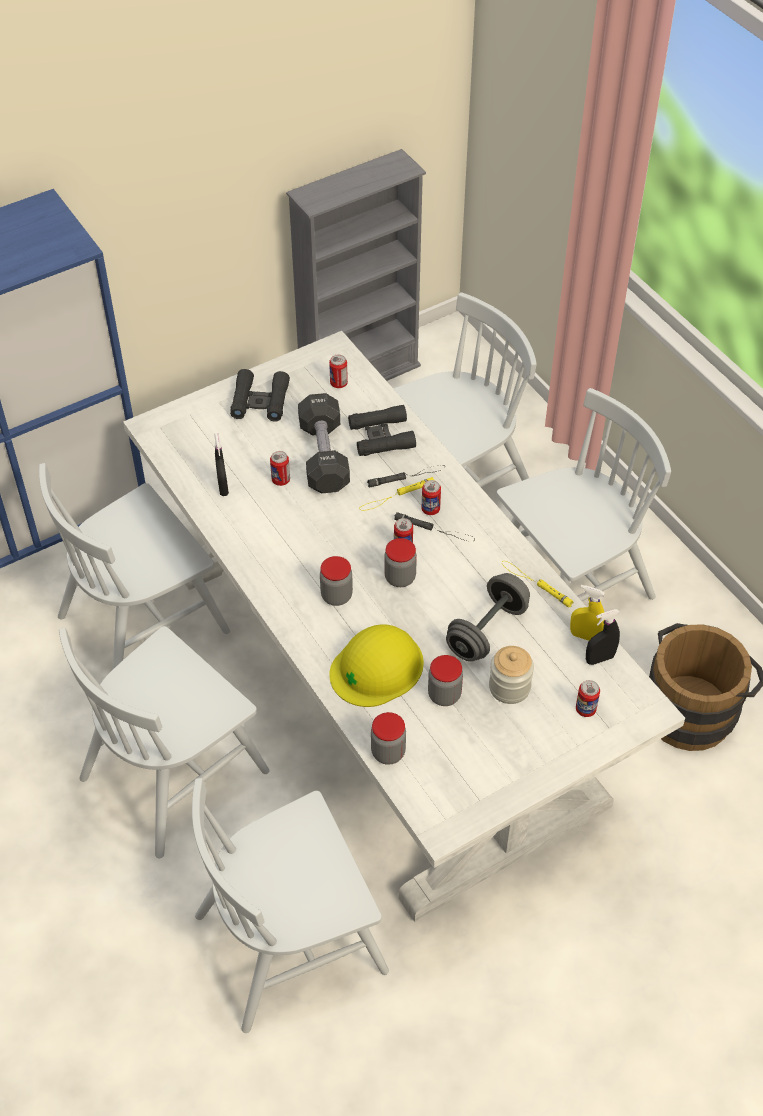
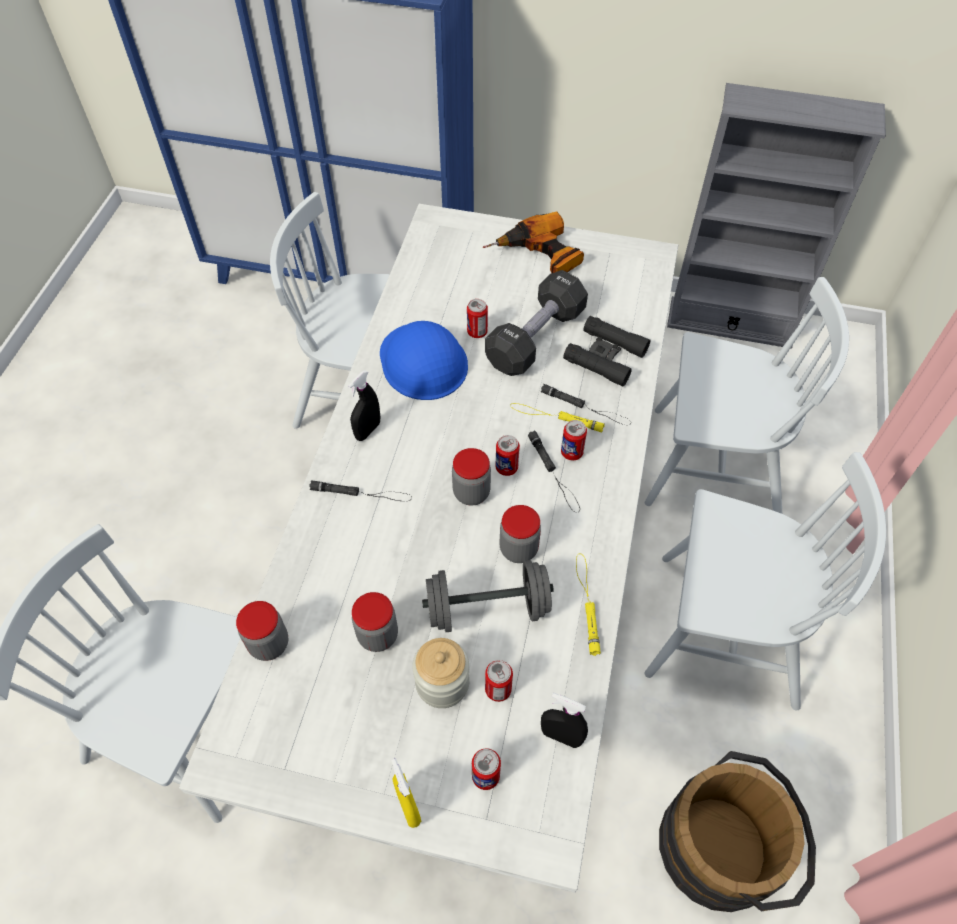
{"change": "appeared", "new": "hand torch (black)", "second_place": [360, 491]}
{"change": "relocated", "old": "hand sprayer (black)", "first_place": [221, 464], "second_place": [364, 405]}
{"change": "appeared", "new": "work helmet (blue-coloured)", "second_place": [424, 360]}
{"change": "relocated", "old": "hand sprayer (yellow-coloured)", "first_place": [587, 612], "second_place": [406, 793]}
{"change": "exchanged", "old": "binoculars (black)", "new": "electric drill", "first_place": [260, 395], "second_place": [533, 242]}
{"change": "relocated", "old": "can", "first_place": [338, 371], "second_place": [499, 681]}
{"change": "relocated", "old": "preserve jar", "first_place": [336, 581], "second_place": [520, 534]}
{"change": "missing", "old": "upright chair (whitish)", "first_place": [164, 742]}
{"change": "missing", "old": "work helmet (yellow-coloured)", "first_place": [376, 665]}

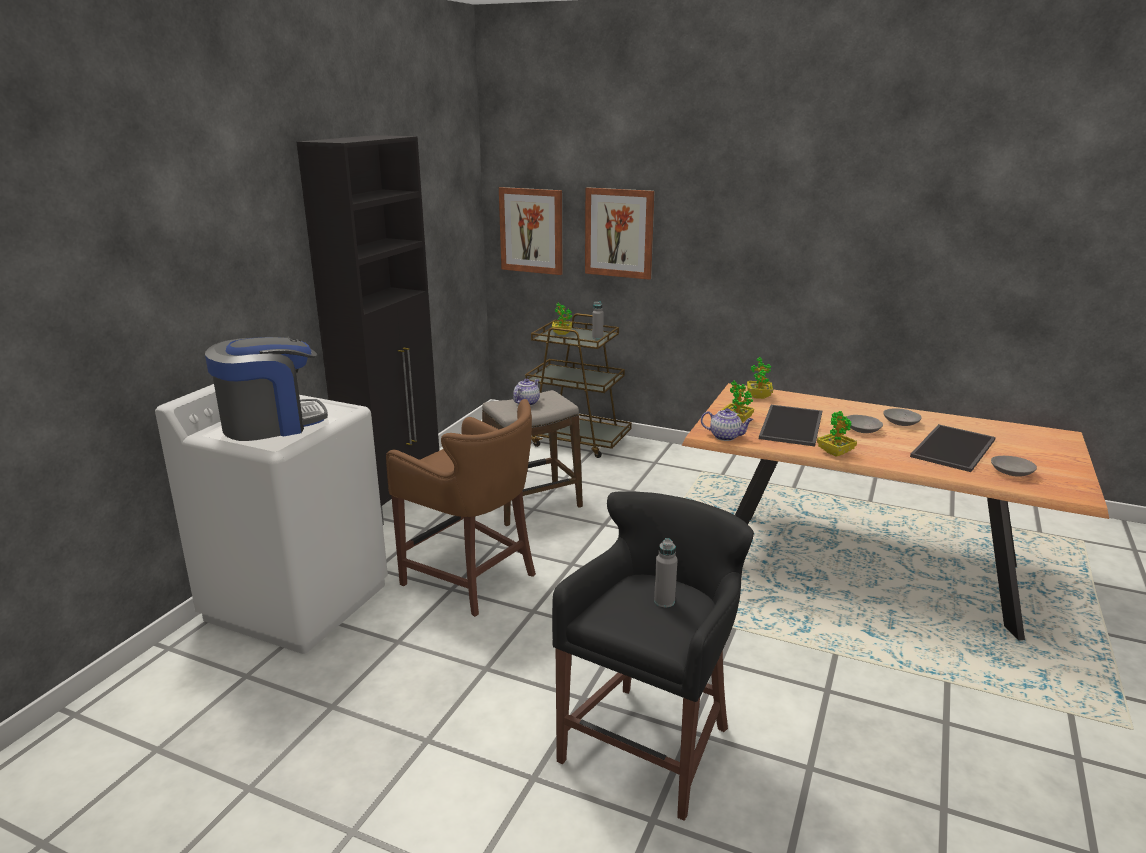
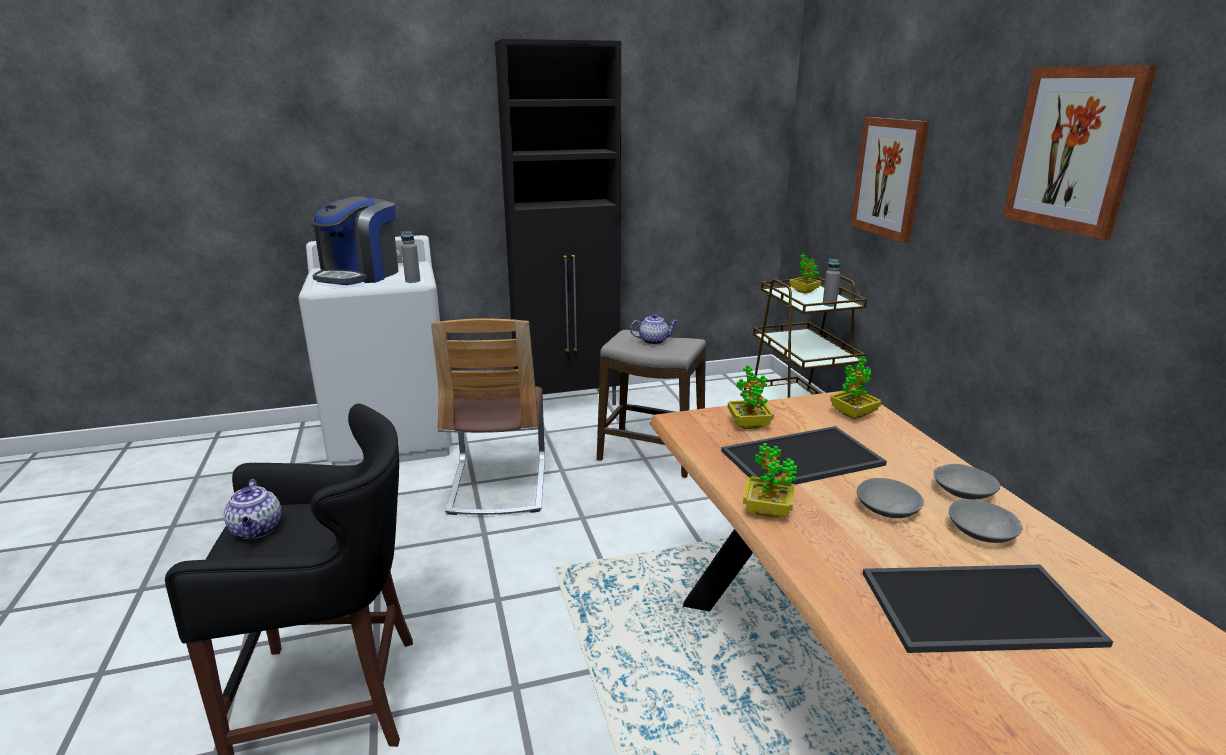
{"change": "relocated", "old": "pot for tea", "first_place": [727, 424], "second_place": [252, 509]}
{"change": "spun", "old": "coffee maker", "first_place": [266, 388], "second_place": [353, 240], "degrees": 90}
{"change": "relocated", "old": "bottle (grey)", "first_place": [666, 572], "second_place": [410, 257]}
{"change": "exchanged", "old": "sitting stool (brownish)", "new": "upright chair", "first_place": [461, 508], "second_place": [488, 416]}
{"change": "relocated", "old": "deep dish (grey)", "first_place": [1014, 466], "second_place": [967, 482]}
{"change": "relocated", "old": "wall picture", "first_place": [531, 231], "second_place": [1080, 152]}

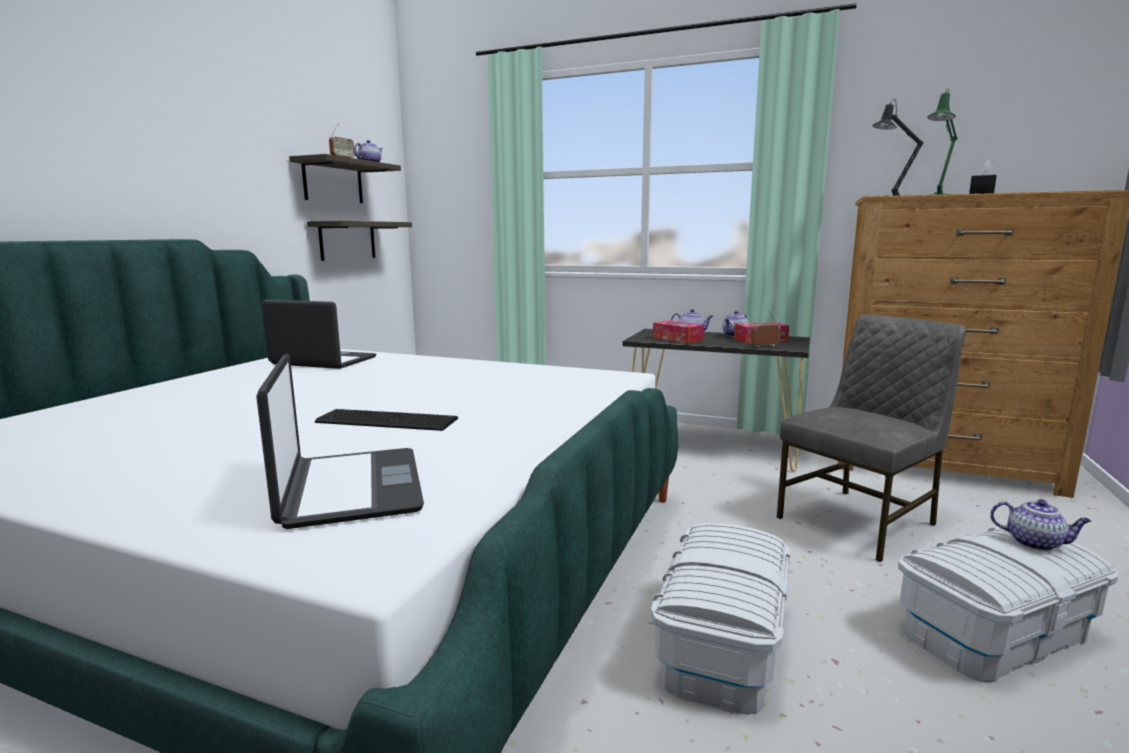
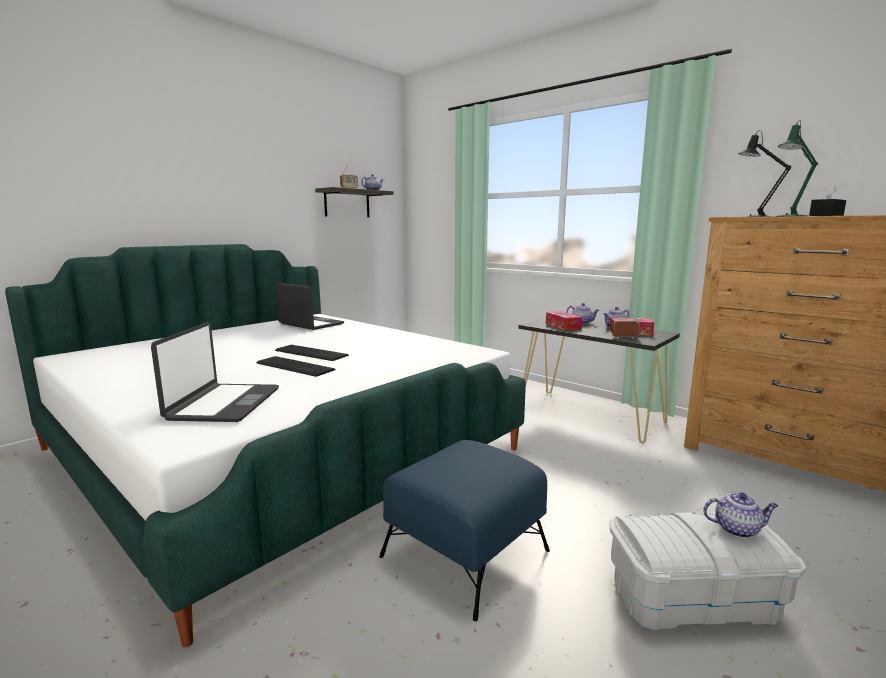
{"change": "appeared", "new": "PC keyboard", "second_place": [312, 353]}
{"change": "exchanged", "old": "storage container (whitish)", "new": "footrest (blue-coloured)", "first_place": [720, 618], "second_place": [464, 530]}
{"change": "spun", "old": "pot for tea", "first_place": [1040, 525], "second_place": [740, 515], "degrees": -45}
{"change": "missing", "old": "shelf", "first_place": [359, 241]}
{"change": "missing", "old": "upright chair (grey)", "first_place": [871, 438]}

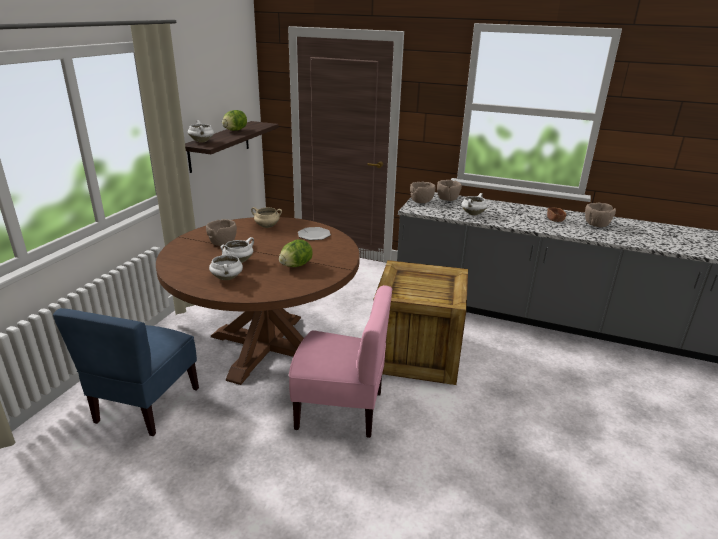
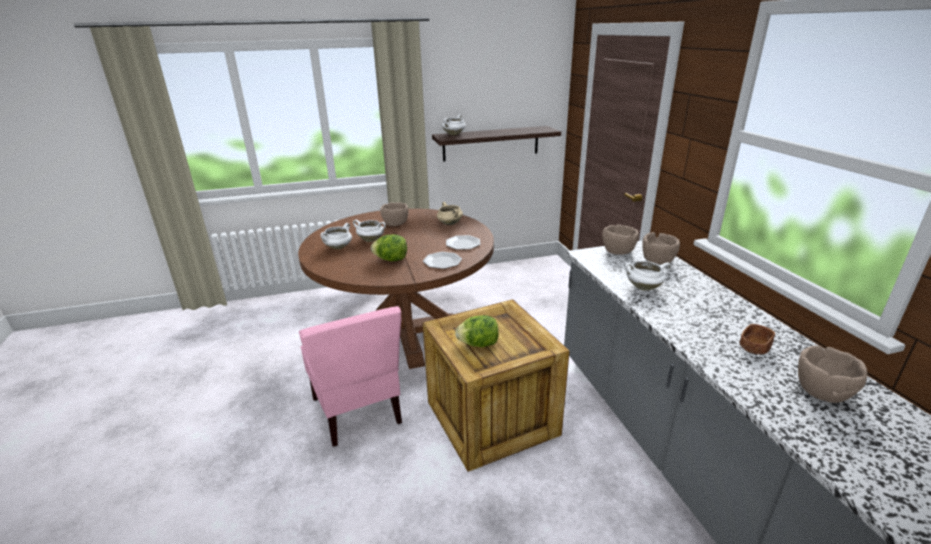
{"change": "appeared", "new": "plate", "second_place": [442, 260]}
{"change": "relocated", "old": "head of lettuce", "first_place": [234, 120], "second_place": [477, 331]}
{"change": "missing", "old": "upright chair (blue-coloured)", "first_place": [126, 372]}

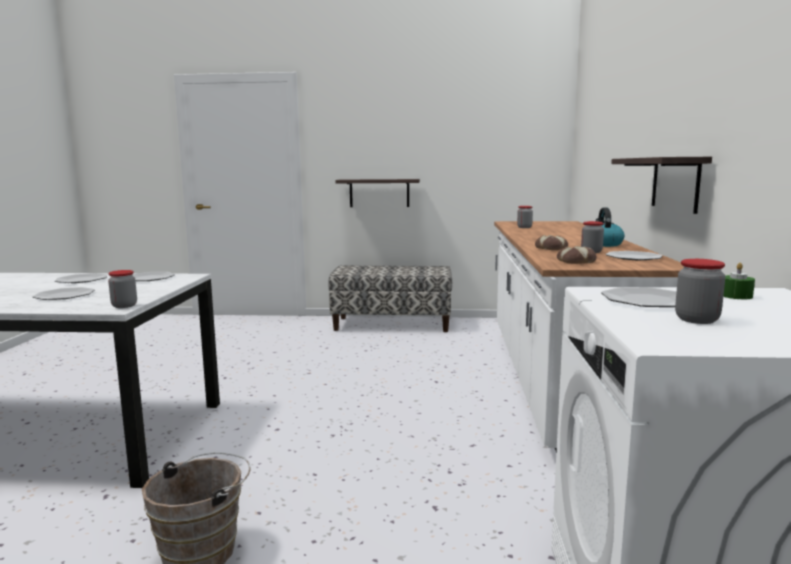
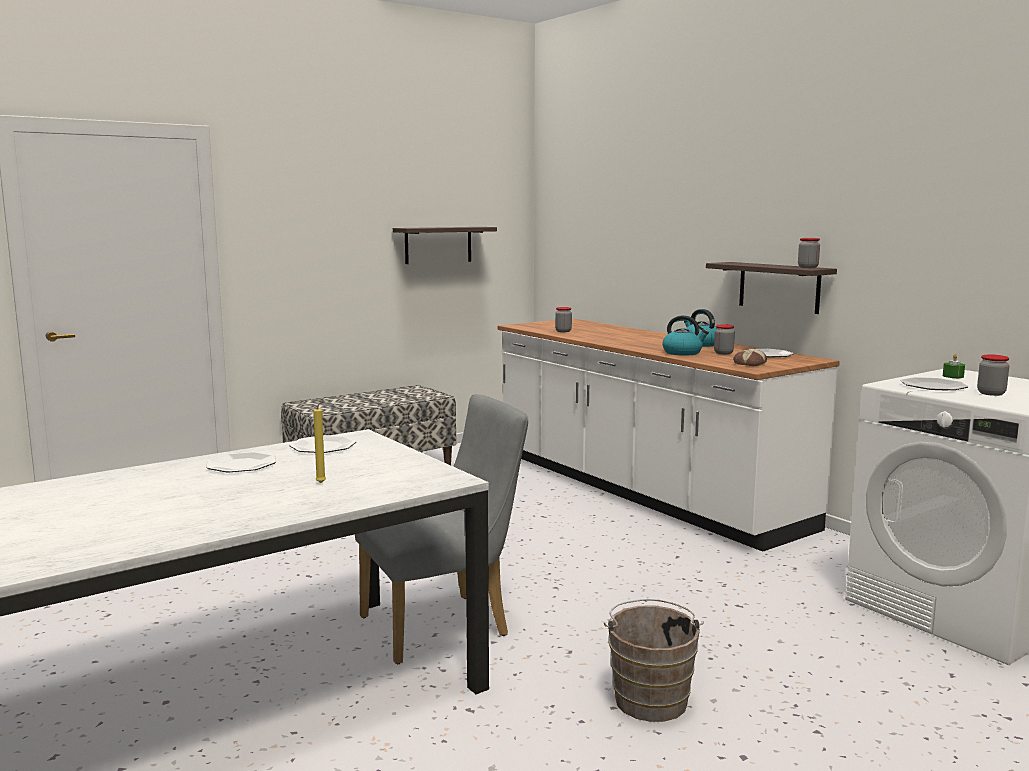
{"change": "exchanged", "old": "plate", "new": "wax light (yellow-coloured)", "first_place": [63, 293], "second_place": [319, 441]}
{"change": "appeared", "new": "upright chair (grey)", "second_place": [441, 529]}
{"change": "relocated", "old": "shelf", "first_place": [377, 193], "second_place": [445, 245]}
{"change": "exchanged", "old": "bakery bread", "new": "tea kettle", "first_place": [551, 242], "second_place": [685, 335]}
{"change": "relocated", "old": "preserve jar", "first_place": [122, 289], "second_place": [809, 253]}

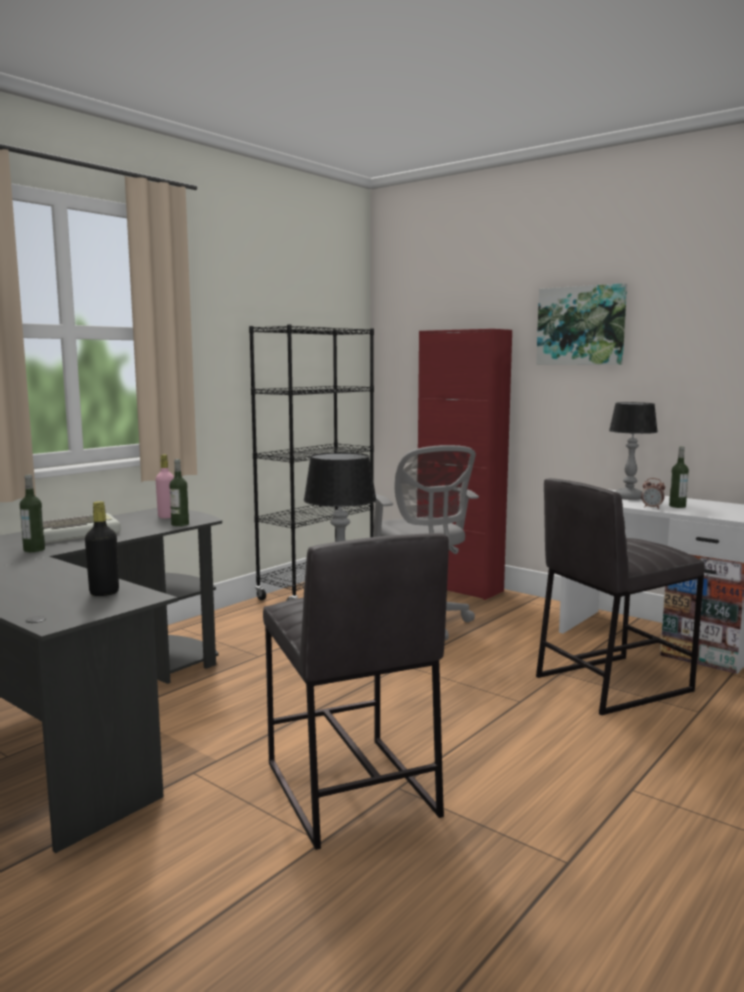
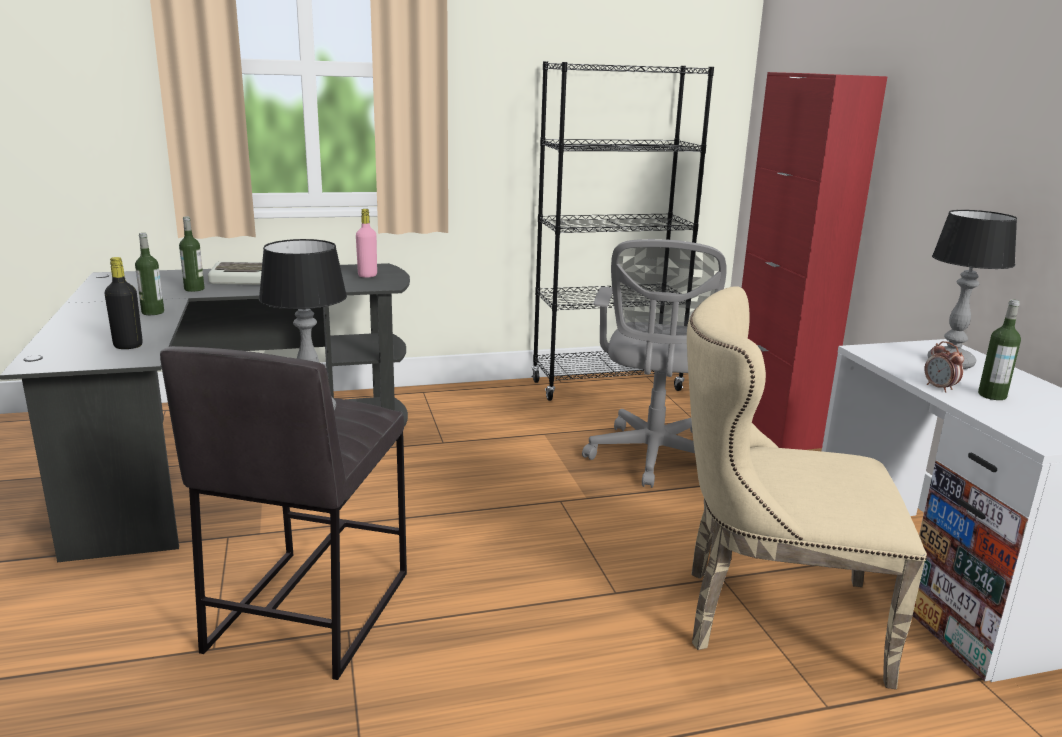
{"change": "relocated", "old": "bottle", "first_place": [179, 492], "second_place": [149, 274]}
{"change": "exchanged", "old": "sitting stool (grey)", "new": "upright chair (beige)", "first_place": [620, 596], "second_place": [807, 487]}
{"change": "missing", "old": "wall picture", "first_place": [581, 324]}

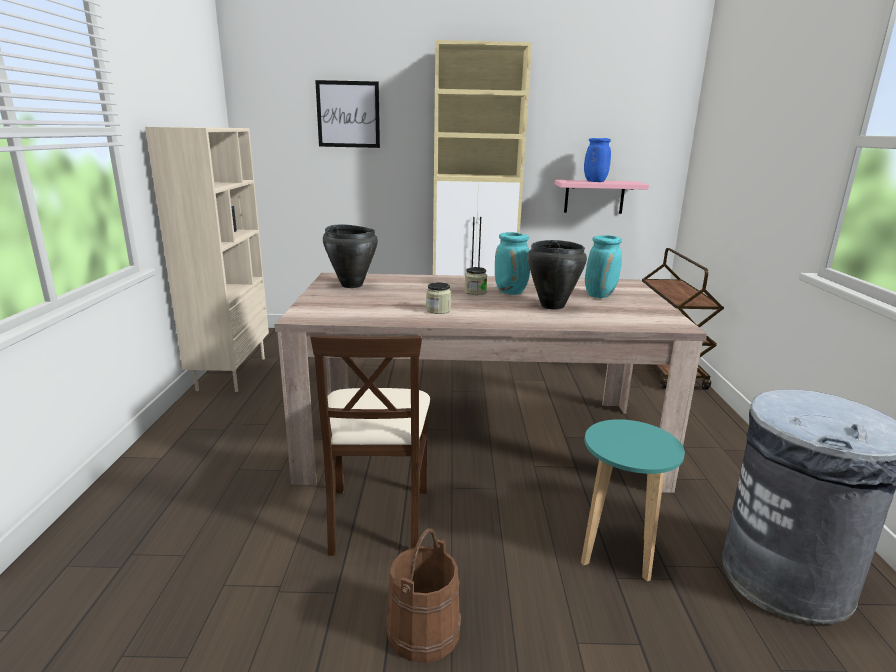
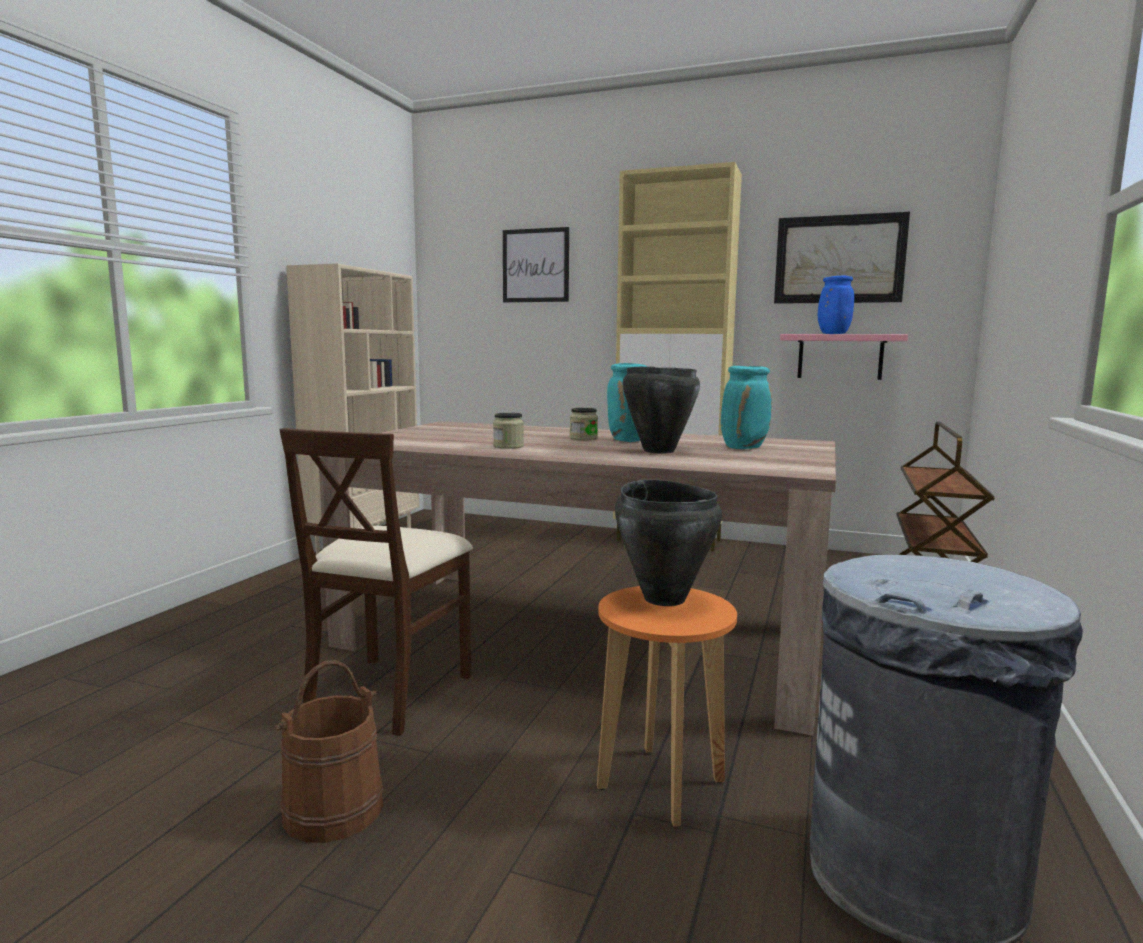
{"change": "colour", "old": "sitting stool (blue-green)", "new": "sitting stool (orange)", "first_place": [633, 500], "second_place": [667, 706]}
{"change": "relocated", "old": "cooking pot (black)", "first_place": [350, 256], "second_place": [668, 543]}
{"change": "appeared", "new": "wall picture", "second_place": [842, 258]}

